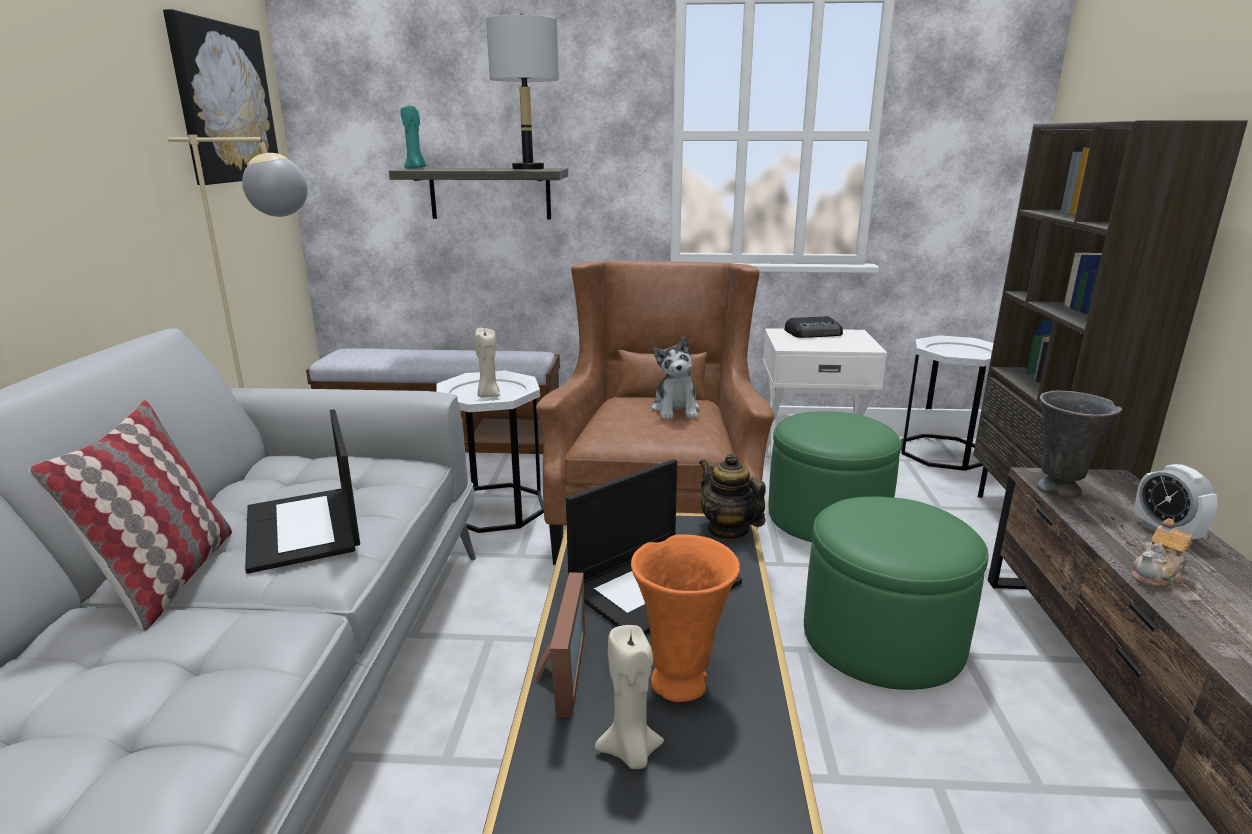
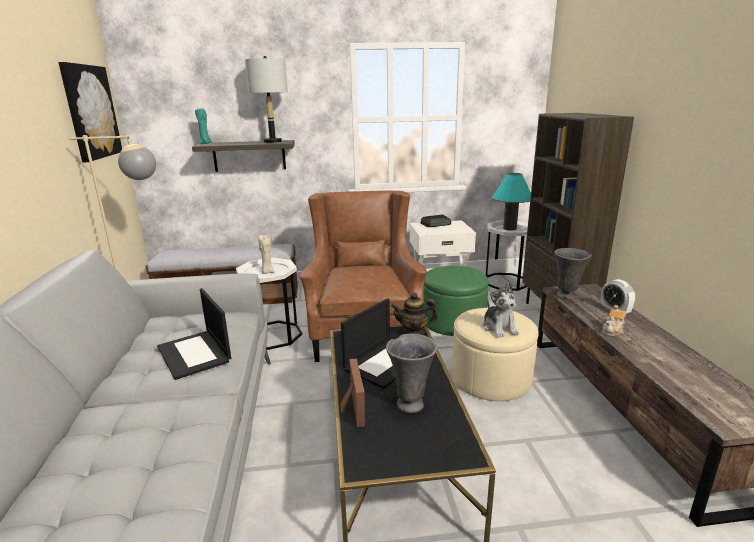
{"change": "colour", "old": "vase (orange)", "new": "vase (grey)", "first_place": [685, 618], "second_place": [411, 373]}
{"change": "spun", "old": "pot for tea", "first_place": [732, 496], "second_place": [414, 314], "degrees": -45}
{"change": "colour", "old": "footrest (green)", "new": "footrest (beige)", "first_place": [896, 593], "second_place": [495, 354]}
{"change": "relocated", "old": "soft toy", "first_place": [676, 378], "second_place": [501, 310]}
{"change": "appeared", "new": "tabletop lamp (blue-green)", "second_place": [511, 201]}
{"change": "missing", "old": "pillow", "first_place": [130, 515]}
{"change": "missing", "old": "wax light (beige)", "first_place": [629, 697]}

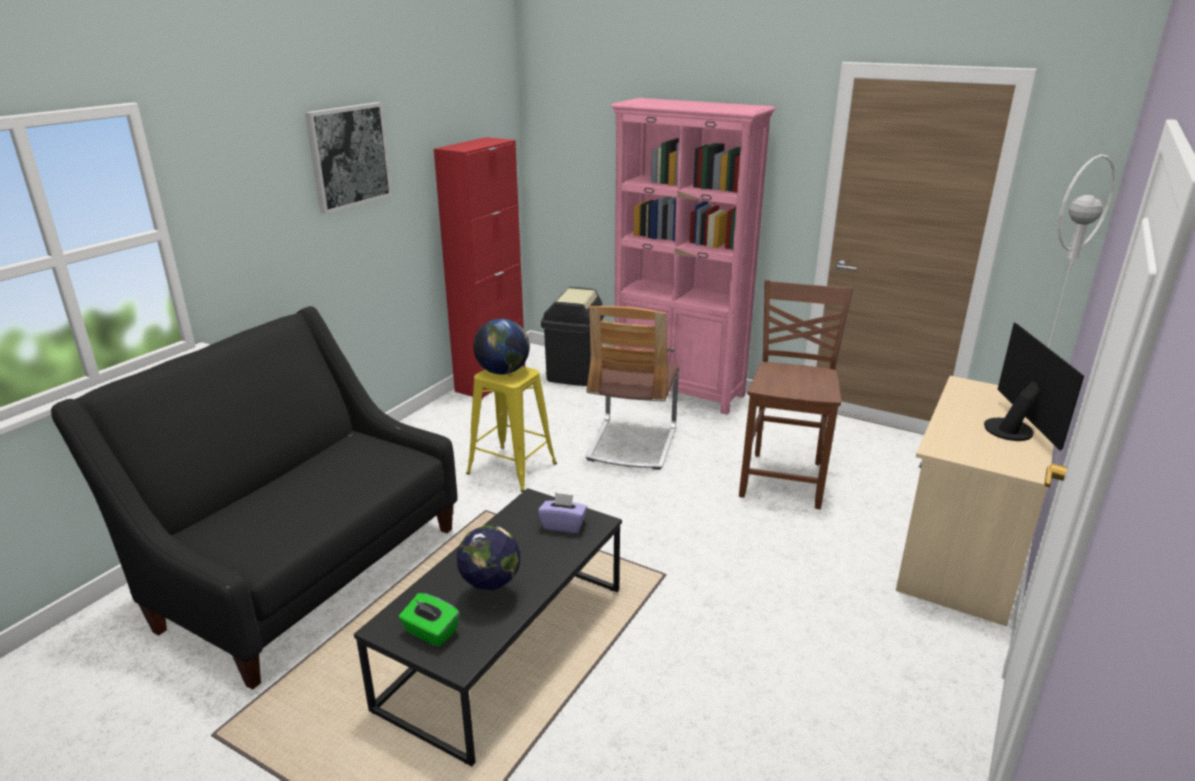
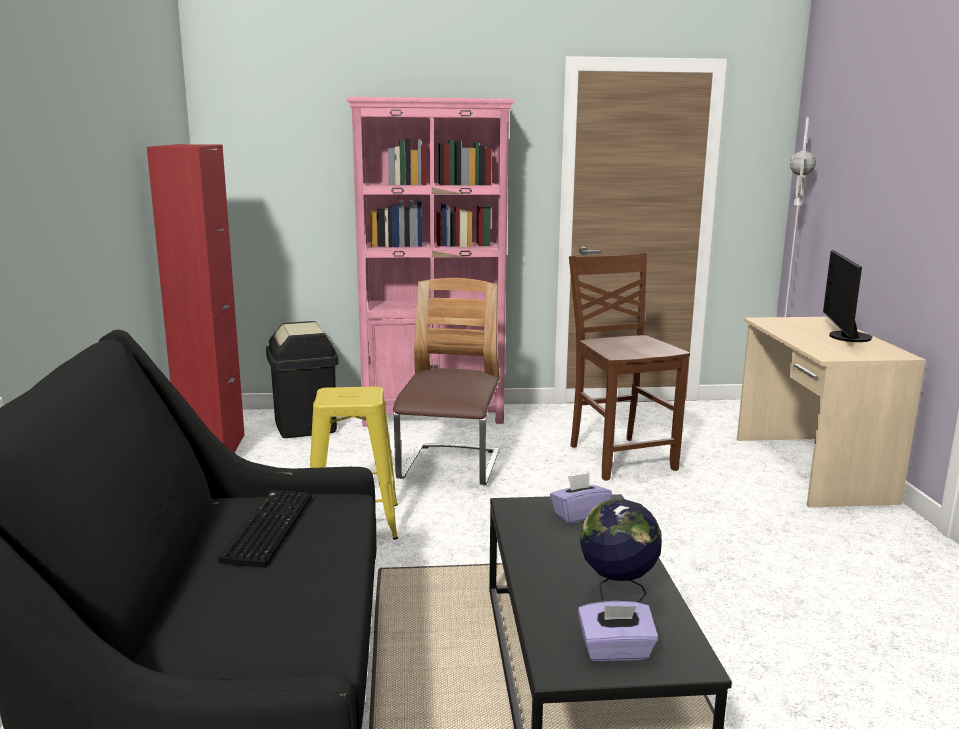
{"change": "appeared", "new": "PC keyboard", "second_place": [265, 529]}
{"change": "spun", "old": "upright chair", "first_place": [632, 388], "second_place": [446, 381], "degrees": -150}
{"change": "colour", "old": "tissue holder (green)", "new": "tissue holder (purple-coloured)", "first_place": [429, 620], "second_place": [618, 631]}
{"change": "spun", "old": "monitor", "first_place": [1034, 387], "second_place": [848, 296], "degrees": -135}
{"change": "missing", "old": "wall picture", "first_place": [348, 158]}
{"change": "missing", "old": "globe", "first_place": [501, 346]}

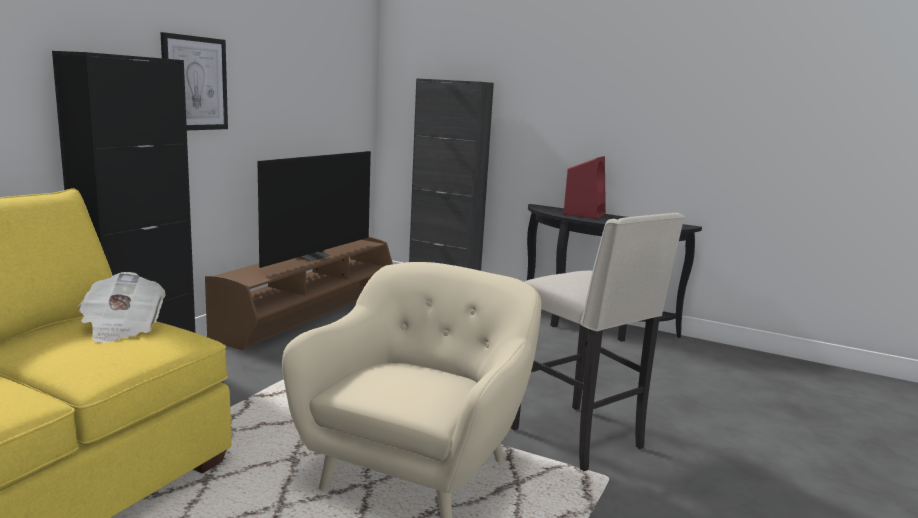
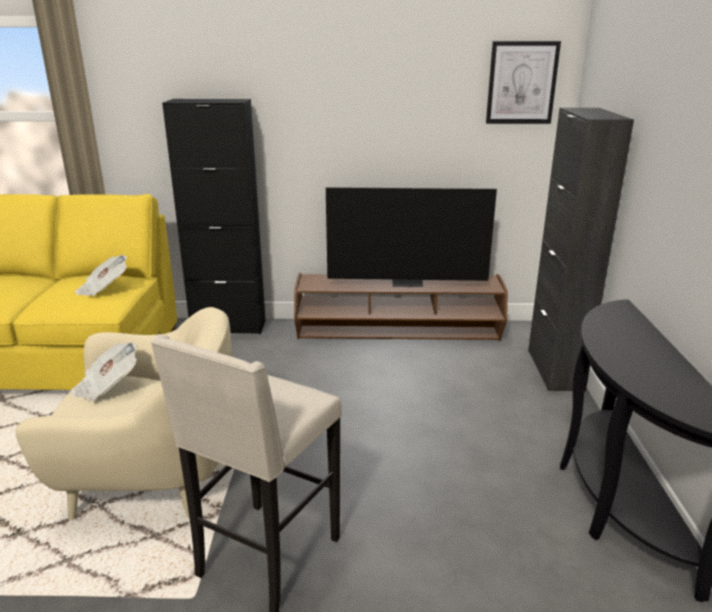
{"change": "appeared", "new": "printed paper", "second_place": [104, 371]}
{"change": "relocated", "old": "wall picture", "first_place": [194, 81], "second_place": [523, 82]}
{"change": "missing", "old": "loudspeaker (red-coloured)", "first_place": [584, 187]}

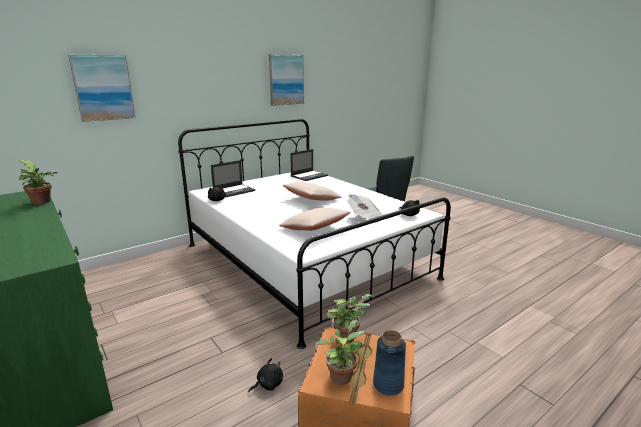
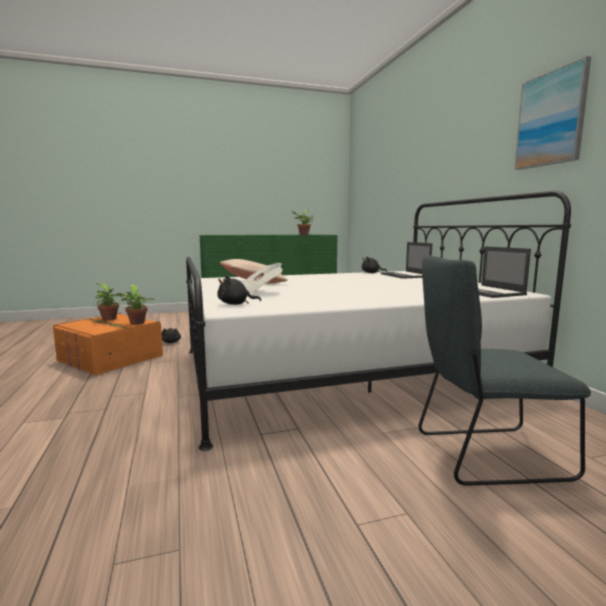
{"change": "missing", "old": "wall picture", "first_place": [102, 88]}
{"change": "missing", "old": "pillow (beige)", "first_place": [312, 191]}
{"change": "missing", "old": "vase (blue-coloured)", "first_place": [389, 363]}

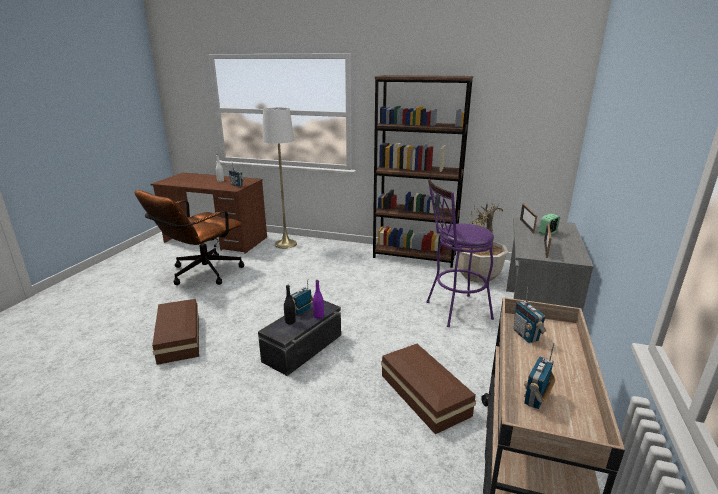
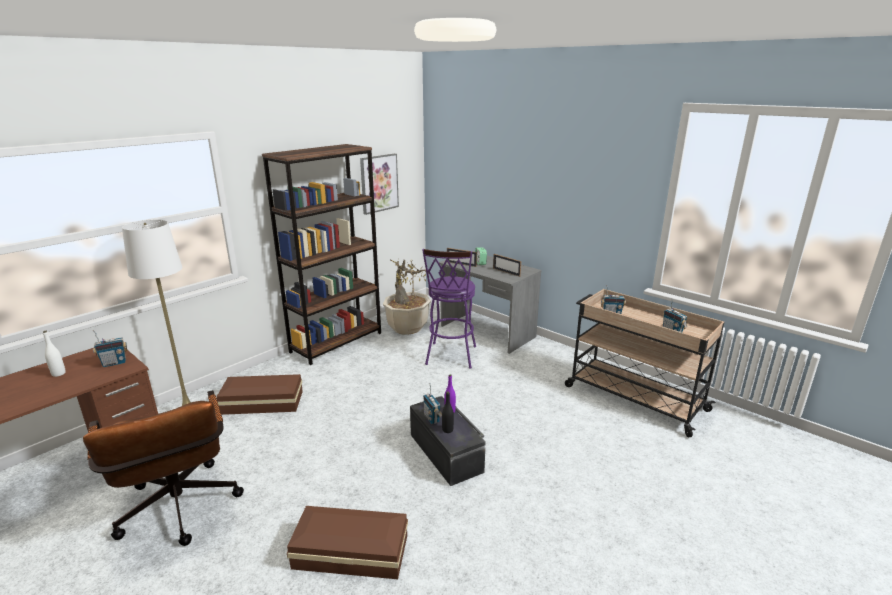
{"change": "relocated", "old": "storage container (brownish)", "first_place": [428, 389], "second_place": [260, 394]}
{"change": "appeared", "new": "wall picture", "second_place": [379, 184]}

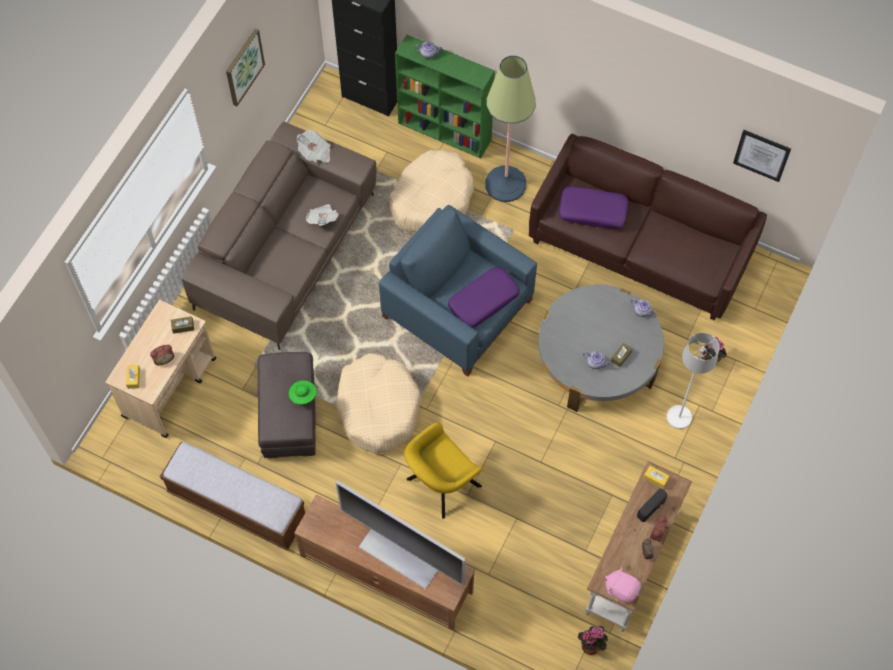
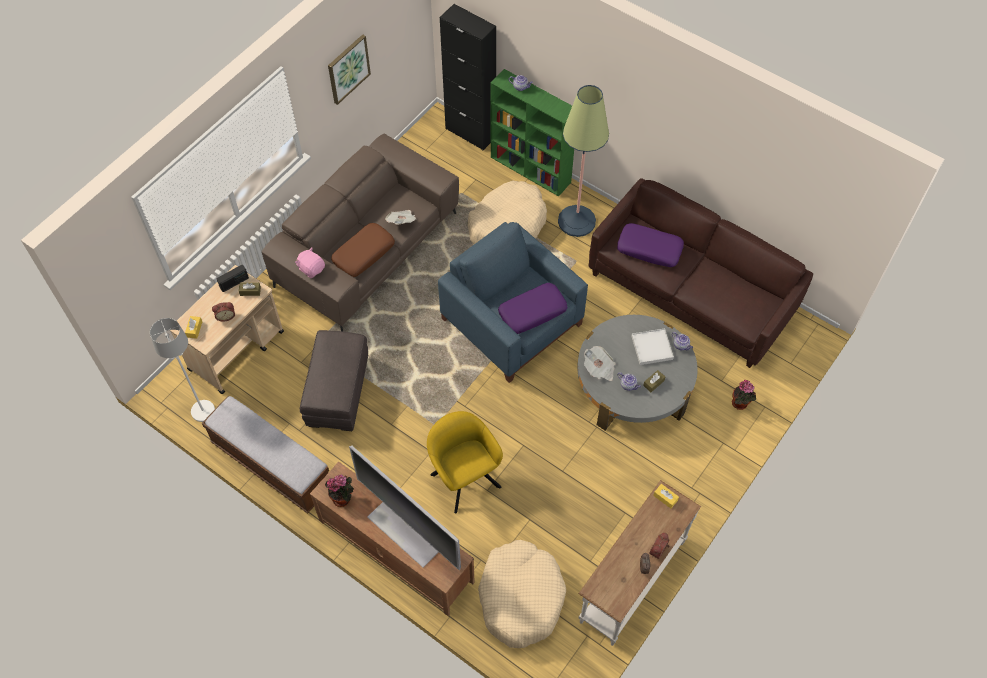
{"change": "relocated", "old": "standing lamp (whitish)", "first_place": [693, 380], "second_place": [182, 370]}
{"change": "relocated", "old": "radio set", "first_place": [652, 505], "second_place": [233, 278]}
{"change": "relocated", "old": "soft toy (pink-coloured)", "first_place": [623, 585], "second_place": [310, 263]}
{"change": "relocated", "old": "potted plant", "first_place": [593, 640], "second_place": [339, 491]}
{"change": "appeared", "new": "pillow (brownish)", "second_place": [363, 250]}
{"change": "spun", "old": "easy chair (yellow-coloured)", "first_place": [443, 470], "second_place": [465, 462], "degrees": 90}
{"change": "relocated", "old": "pet bed (beige)", "first_place": [378, 403], "second_place": [522, 594]}
{"change": "relocated", "old": "printed paper", "first_place": [314, 146], "second_place": [599, 363]}
{"change": "appeared", "new": "tray (whitish)", "second_place": [652, 346]}
{"change": "missing", "old": "hat (green)", "first_place": [303, 392]}
{"change": "missing", "old": "wall picture", "first_place": [762, 156]}

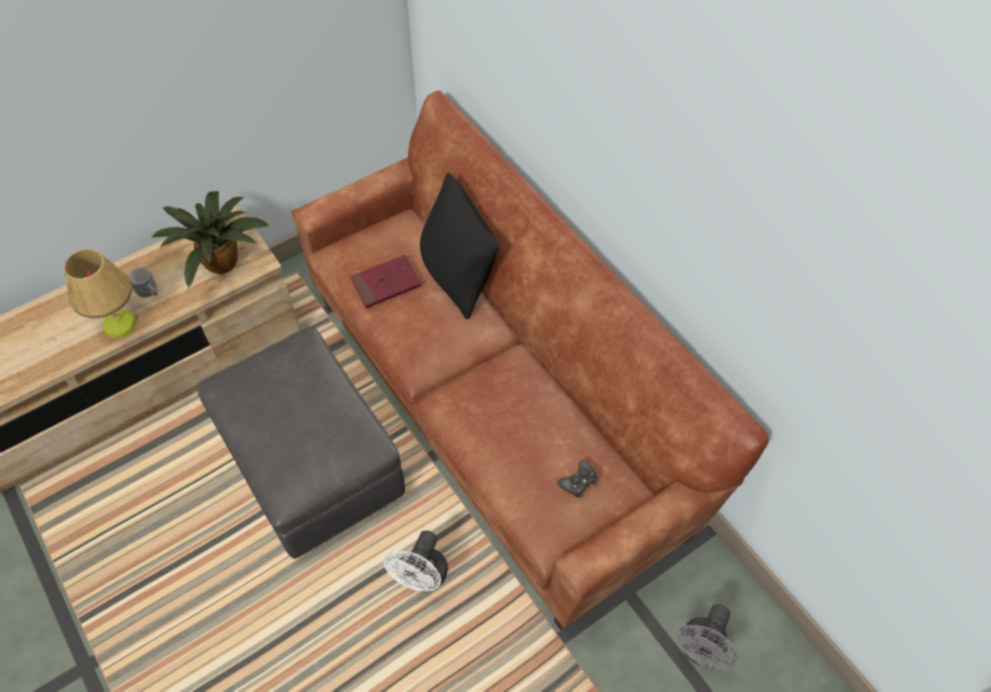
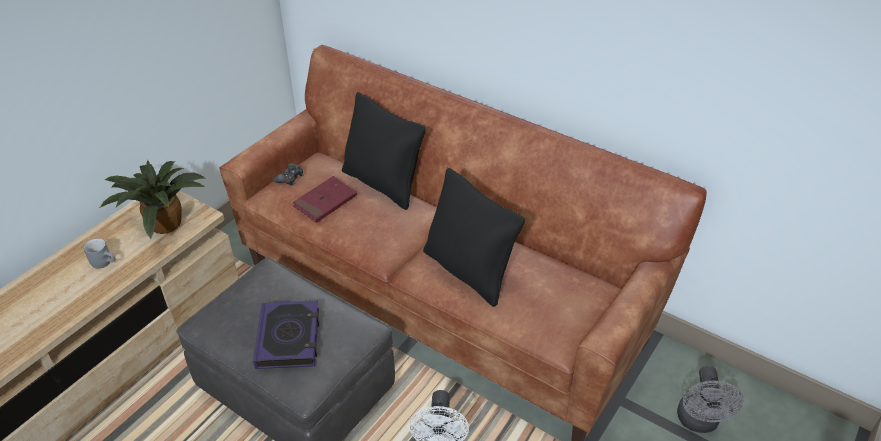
{"change": "appeared", "new": "bound book", "second_place": [286, 335]}
{"change": "relocated", "old": "game controller (black)", "first_place": [577, 479], "second_place": [289, 174]}
{"change": "appeared", "new": "pillow (black)", "second_place": [474, 237]}
{"change": "missing", "old": "tabletop lamp", "first_place": [100, 293]}

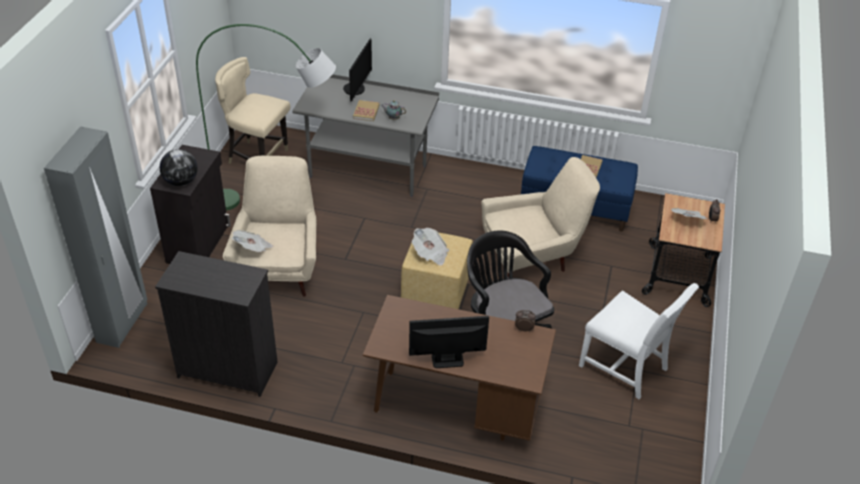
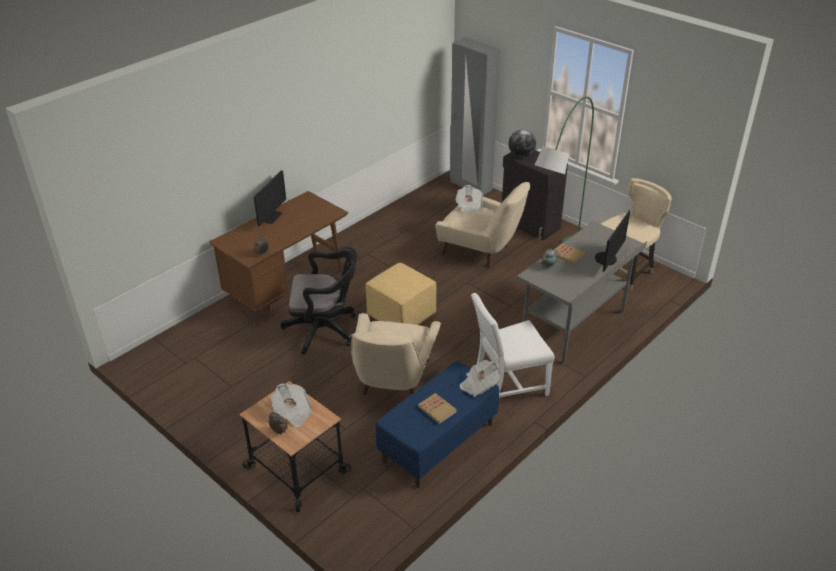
{"change": "relocated", "old": "printed paper", "first_place": [430, 247], "second_place": [480, 378]}
{"change": "relocated", "old": "upright chair (whitish)", "first_place": [639, 341], "second_place": [513, 345]}
{"change": "spun", "old": "monitor", "first_place": [357, 70], "second_place": [612, 241], "degrees": -105}
{"change": "missing", "old": "chest of drawers (black)", "first_place": [216, 324]}

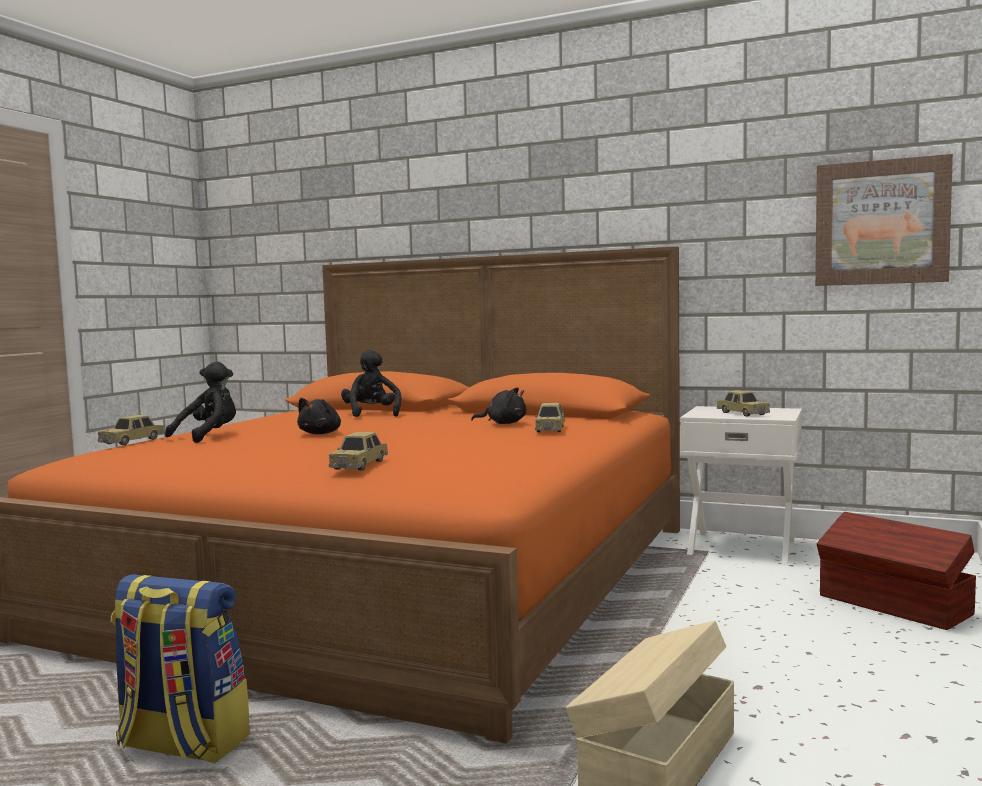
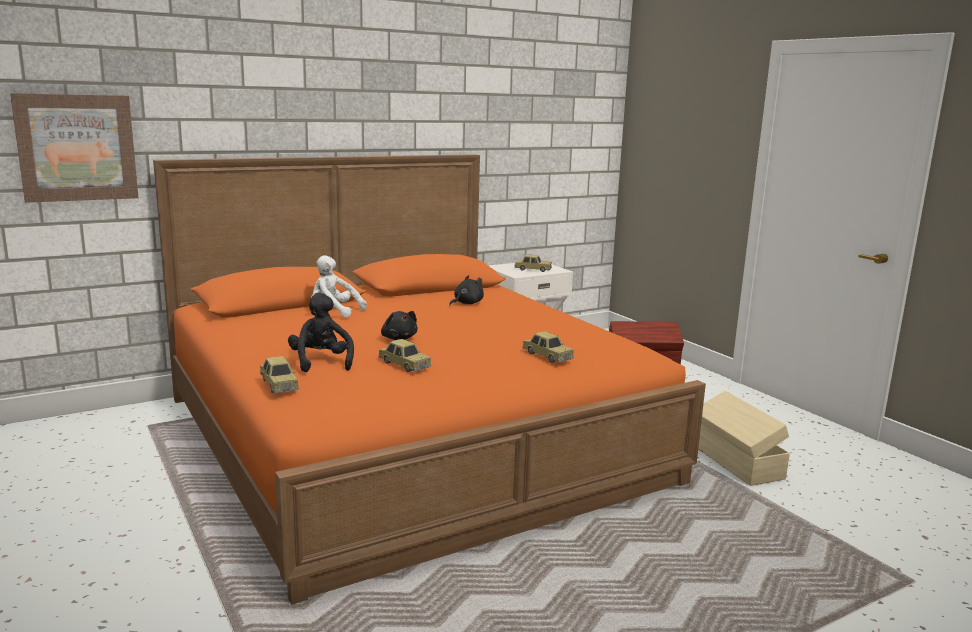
{"change": "relocated", "old": "wall picture", "first_place": [884, 220], "second_place": [74, 148]}
{"change": "colour", "old": "soft toy (black)", "new": "soft toy (whitish)", "first_place": [371, 383], "second_place": [339, 286]}
{"change": "relocated", "old": "model car", "first_place": [550, 417], "second_place": [405, 355]}
{"change": "missing", "old": "knapsack", "first_place": [180, 668]}

